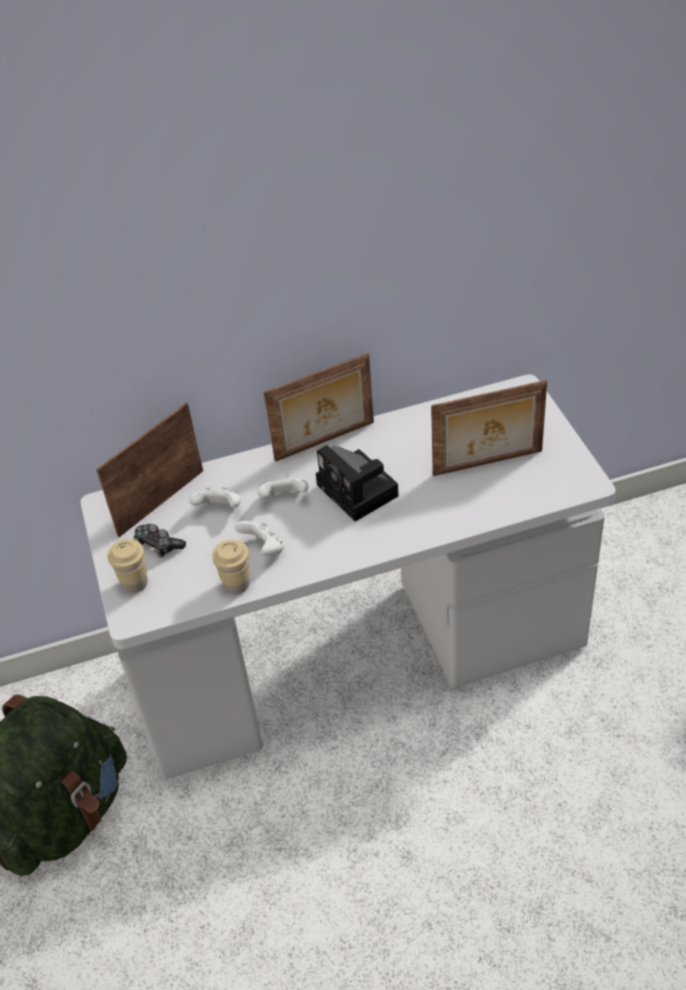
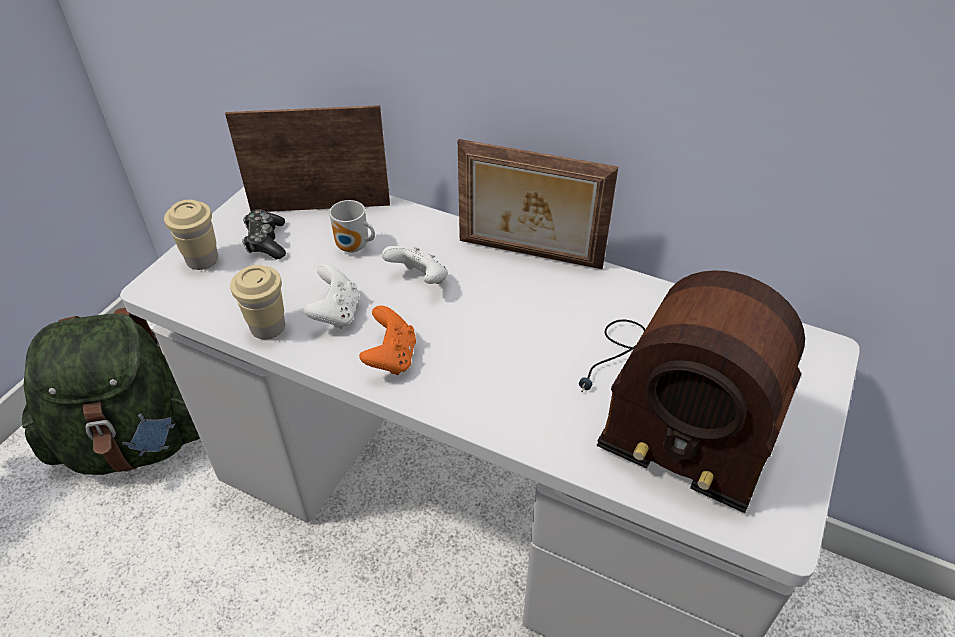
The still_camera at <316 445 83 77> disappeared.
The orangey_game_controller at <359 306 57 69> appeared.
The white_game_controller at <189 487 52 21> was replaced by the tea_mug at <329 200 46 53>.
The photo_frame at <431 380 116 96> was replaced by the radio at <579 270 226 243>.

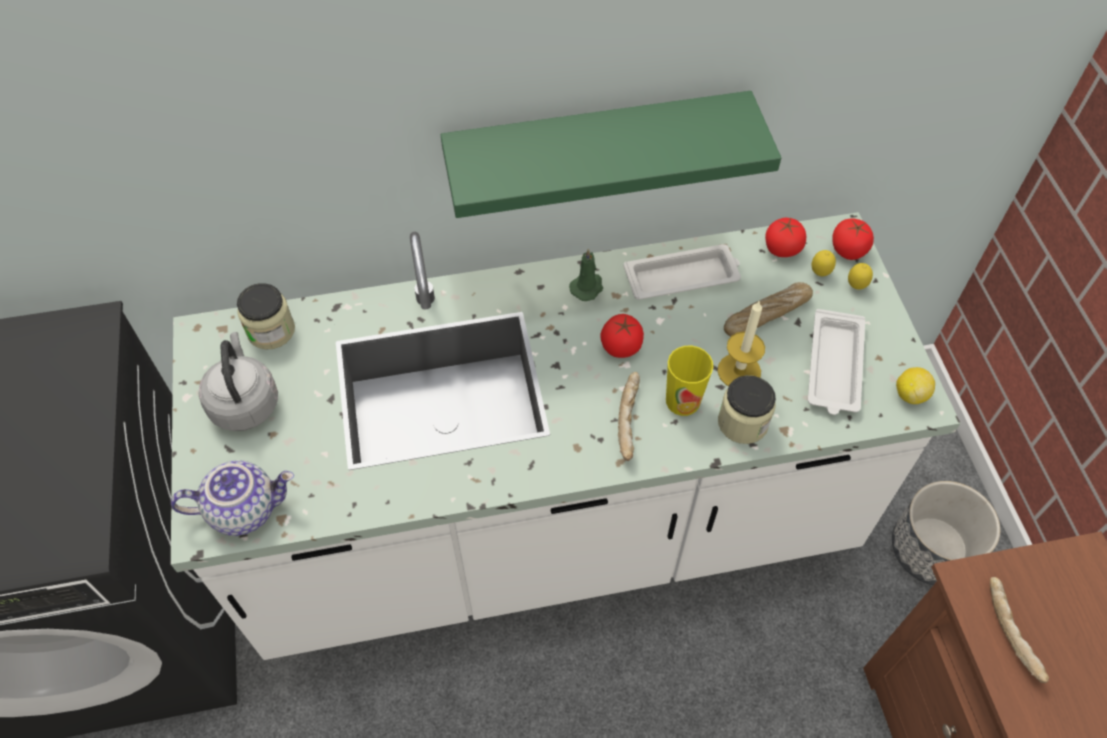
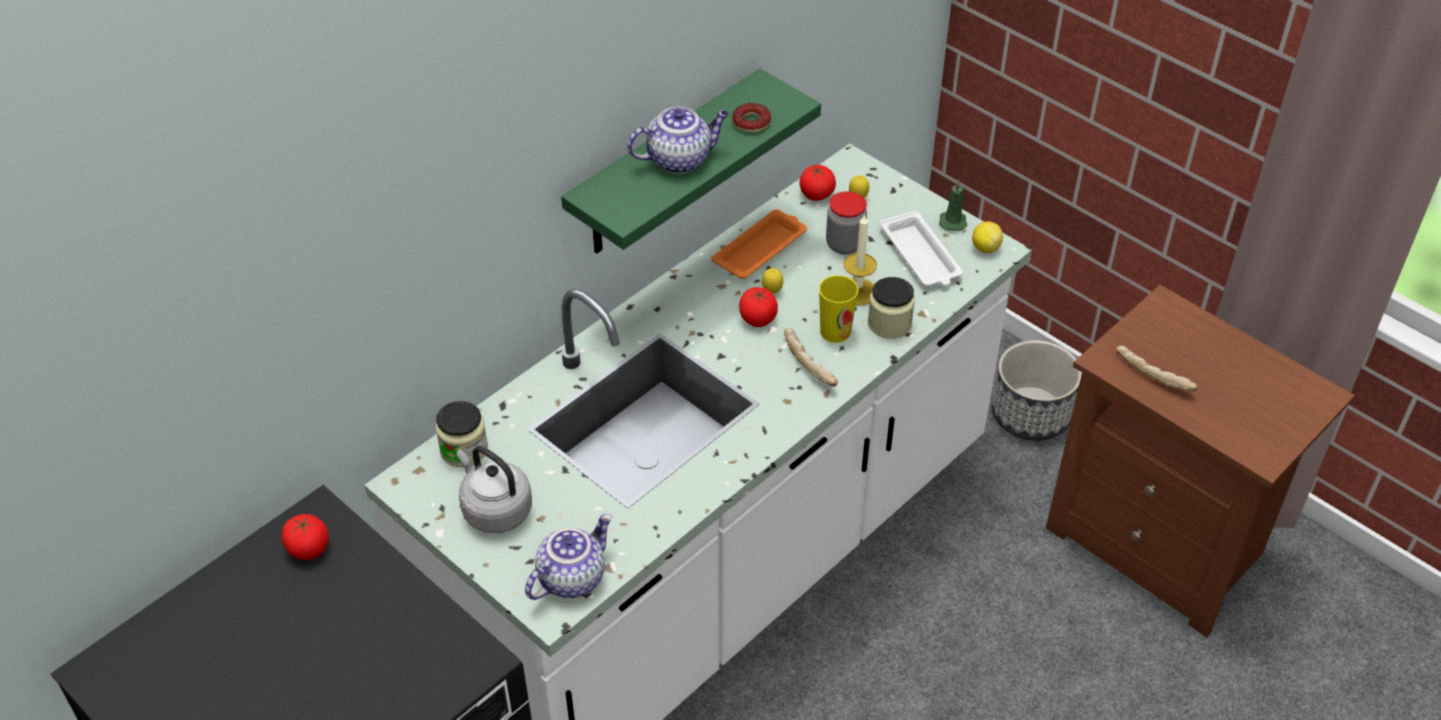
The pot_for_tea at <627 107 102 67> appeared.
The doughnut at <732 103 39 30> appeared.
The green_candle moved from <569 248 34 53> to <939 180 28 51>.
The fresh_tomato moved from <832 218 42 42> to <281 514 48 46>.
The whole_lemon moved from <848 263 25 26> to <762 268 21 25>.
The baked_bread at <724 282 89 55> was replaced by the preserve_jar at <826 191 41 64>.
The white_serving_tray at <624 244 117 56> became the orangey_serving_tray at <711 209 96 70>.

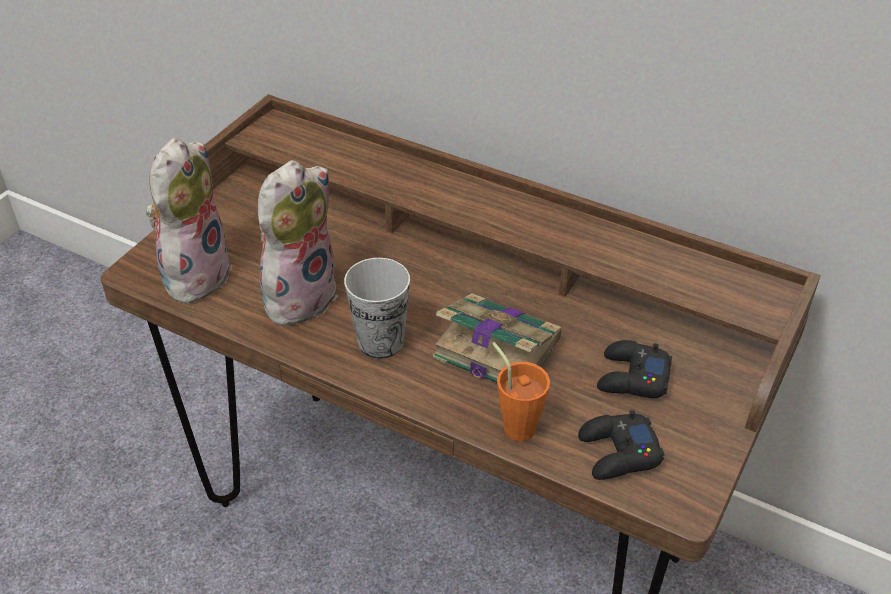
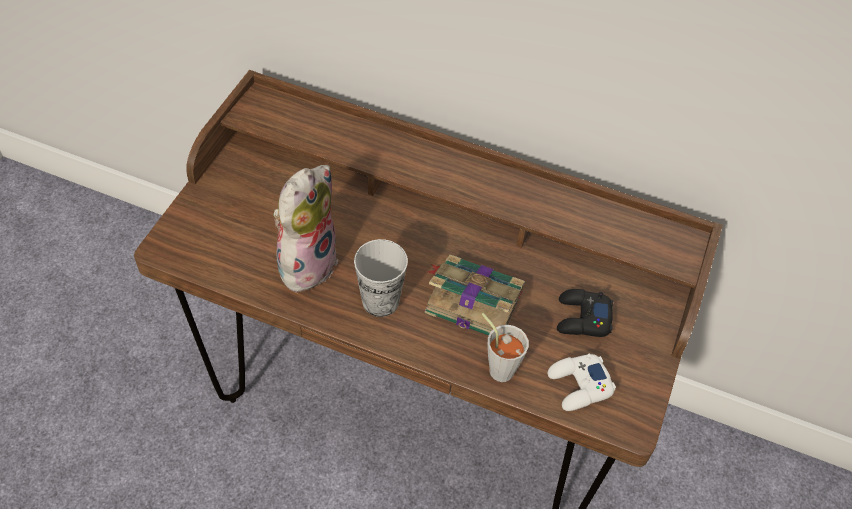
The plush_toy at <146 138 87 165> disappeared.
The orangey_cup at <492 342 58 99> became the gray_cup at <481 313 48 69>.
The black-coloured_game_controller at <578 410 87 70> became the white_game_controller at <548 354 68 57>.

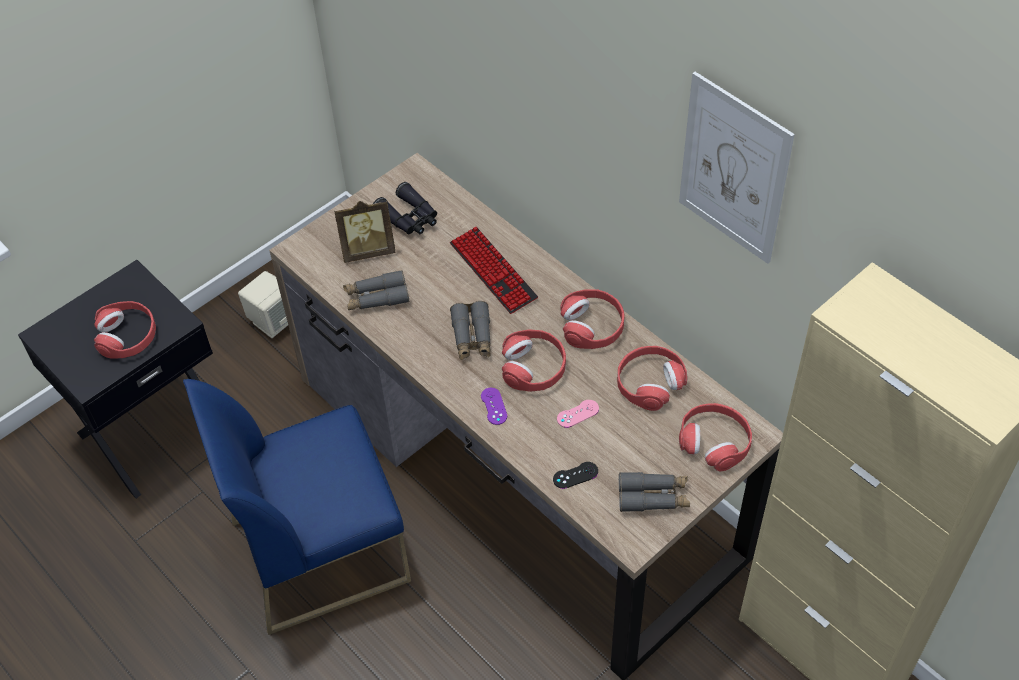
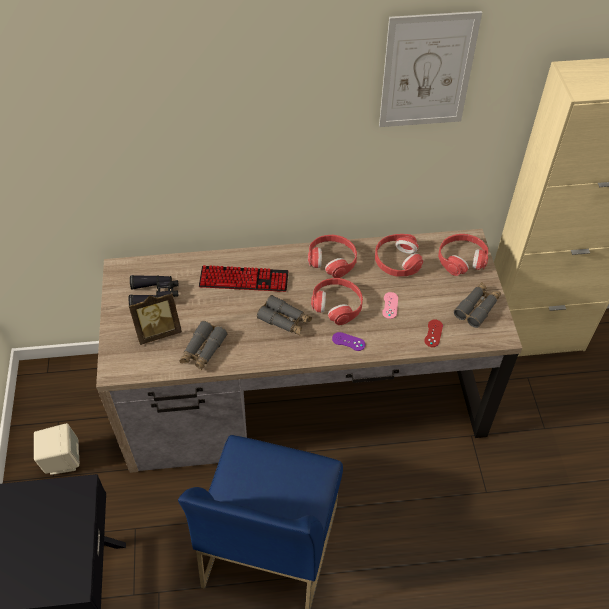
The red_headphones at <94 301 62 58> disappeared.
The black-coloured_game_controller at <553 462 45 27> became the red_game_controller at <424 319 19 28>.
The photo_frame at <334 201 62 62> turned 45 degrees clockwise.

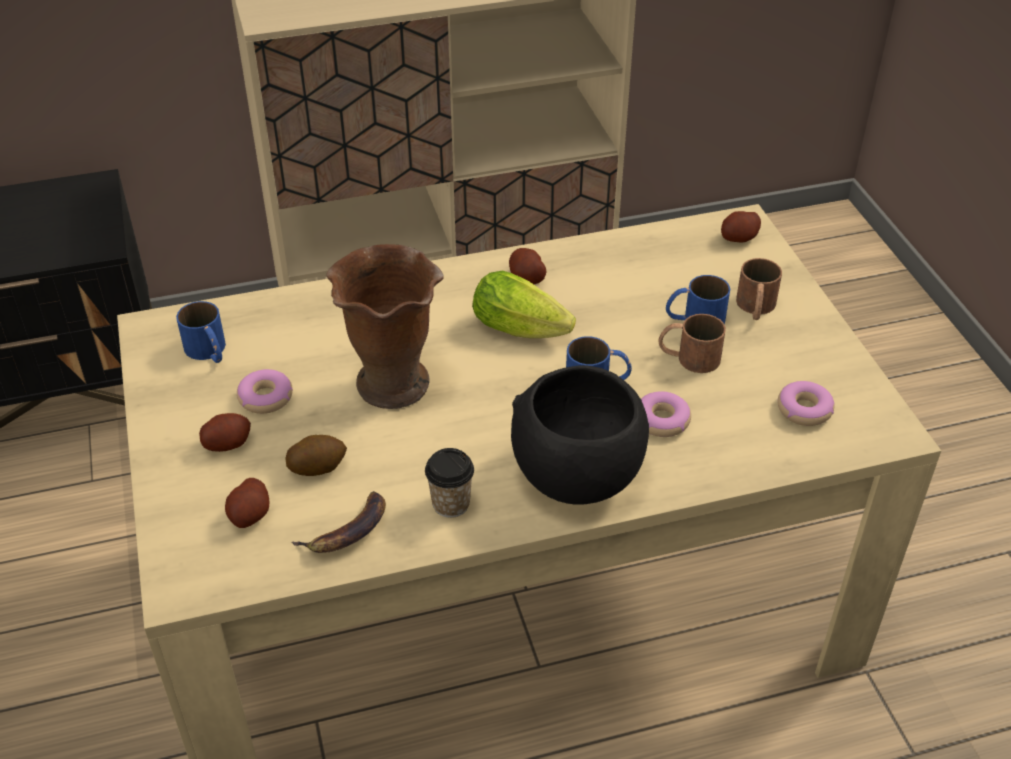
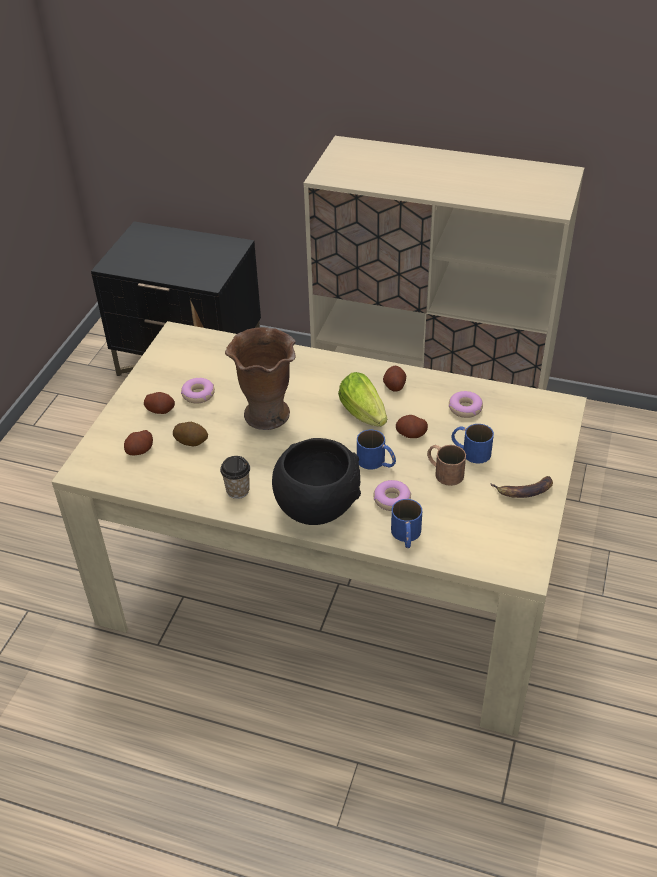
The brownish_tea_mug at <736 258 46 62> disappeared.
The blue_tea_mug moved from <176 301 50 62> to <391 499 31 49>.
The whole_banana moved from <292 491 94 62> to <490 476 63 22>.
The whole_potato moved from <721 211 40 32> to <396 415 32 23>.
The doughnut moved from <778 381 57 45> to <449 391 34 27>.

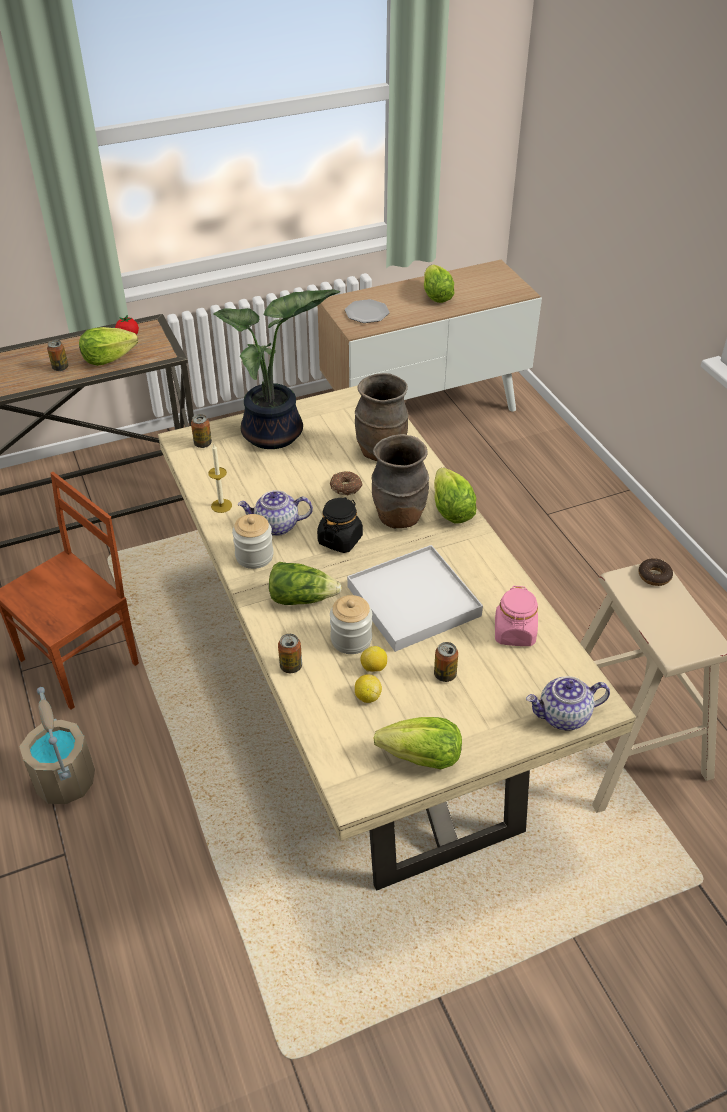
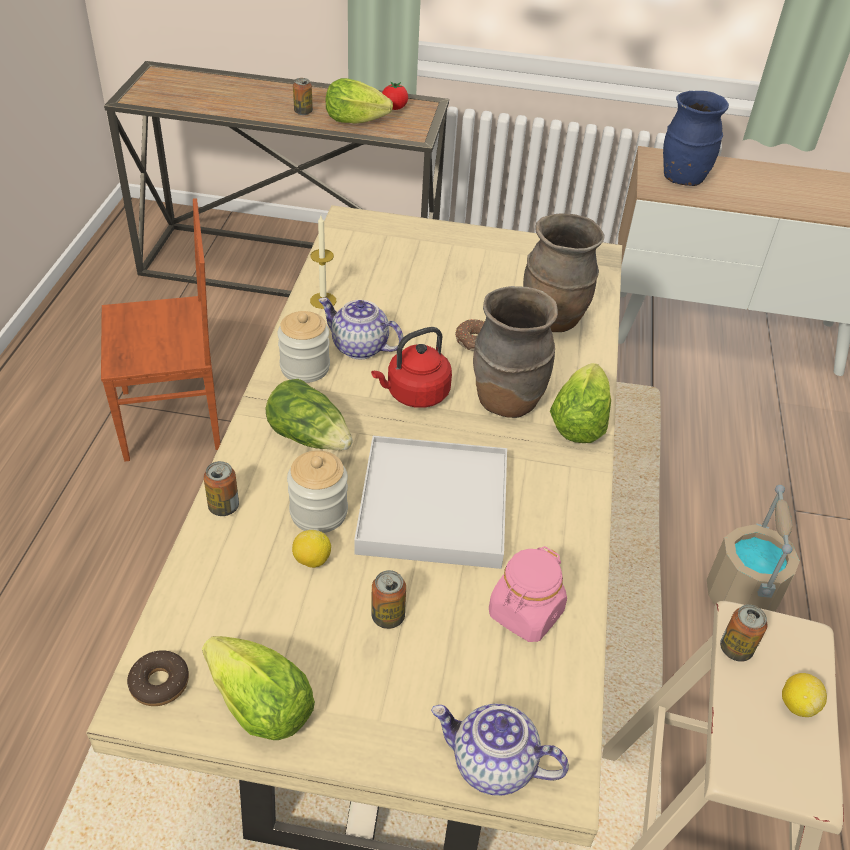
The potted_plant at <213 289 127 160> disappeared.
The lettuce_head at <424 265 30 38> disappeared.
The beige-coloured_water_bucket moved from <19 687 76 117> to <707 485 93 127>.
The can moved from <191 414 21 34> to <720 604 47 58>.
The whole_lemon moved from <355 675 27 28> to <782 673 45 44>.
The doughnut moved from <638 558 35 28> to <127 650 62 56>.
The black-coloured_preserve_jar at <317 497 46 56> was replaced by the red_tea_kettle at <371 327 81 81>.
The dinner_plate at <345 299 45 24> was replaced by the blue_vase at <663 91 66 95>.

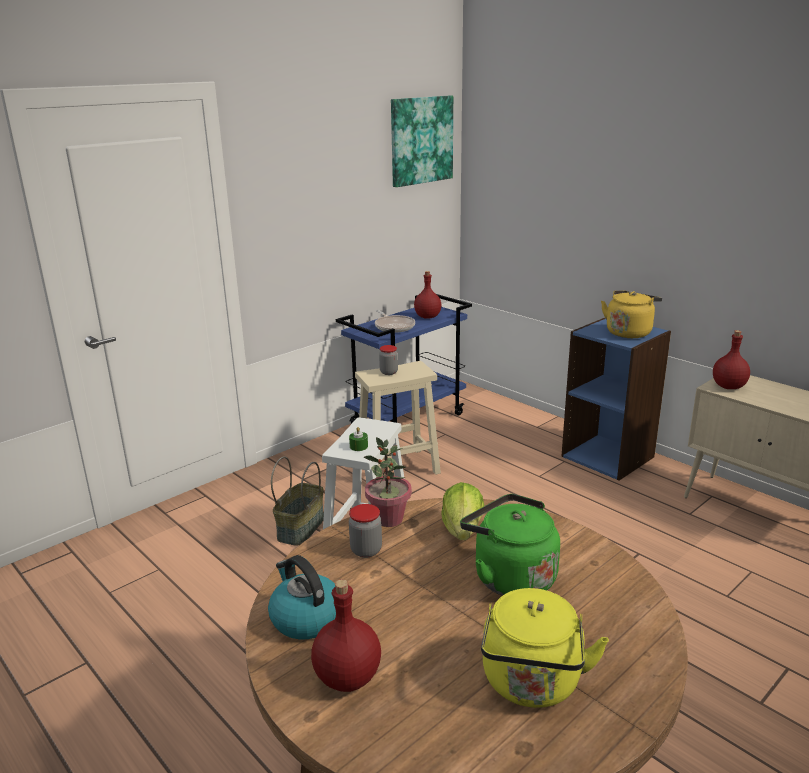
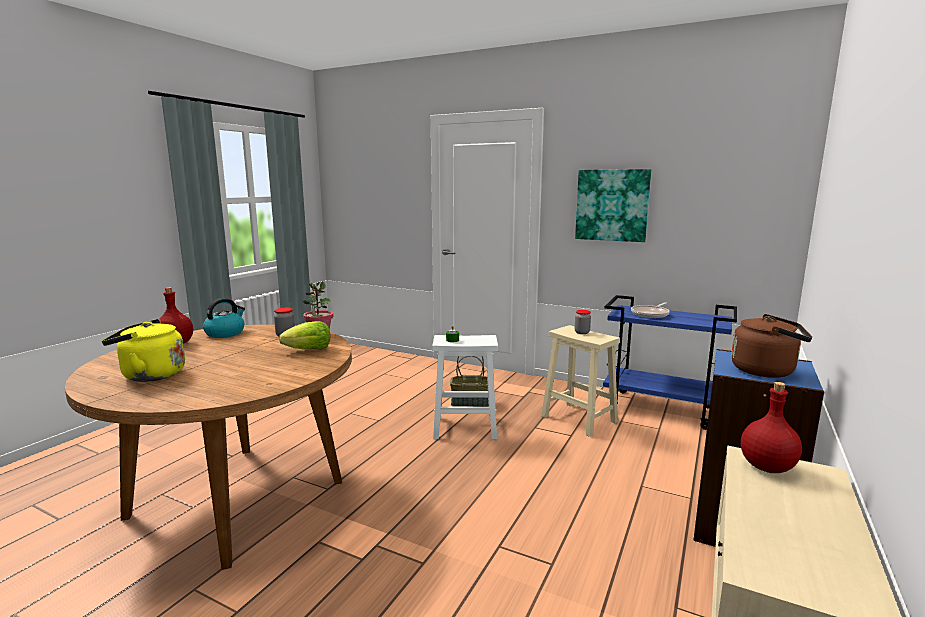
The red_bottle at <414 271 27 48> disappeared.
The green_tea_kettle at <460 494 100 102> disappeared.
The wall_picture moved from <391 96 62 91> to <575 169 76 73>.
The yellowish_tea_kettle at <601 290 61 48> became the brownish_tea_kettle at <731 314 81 64>.

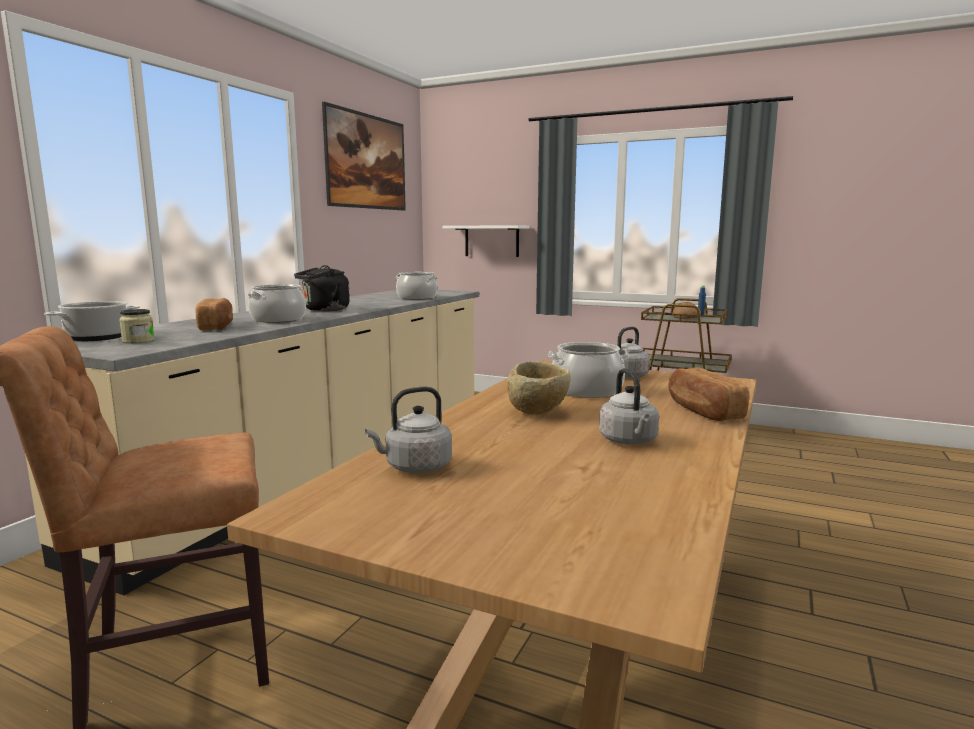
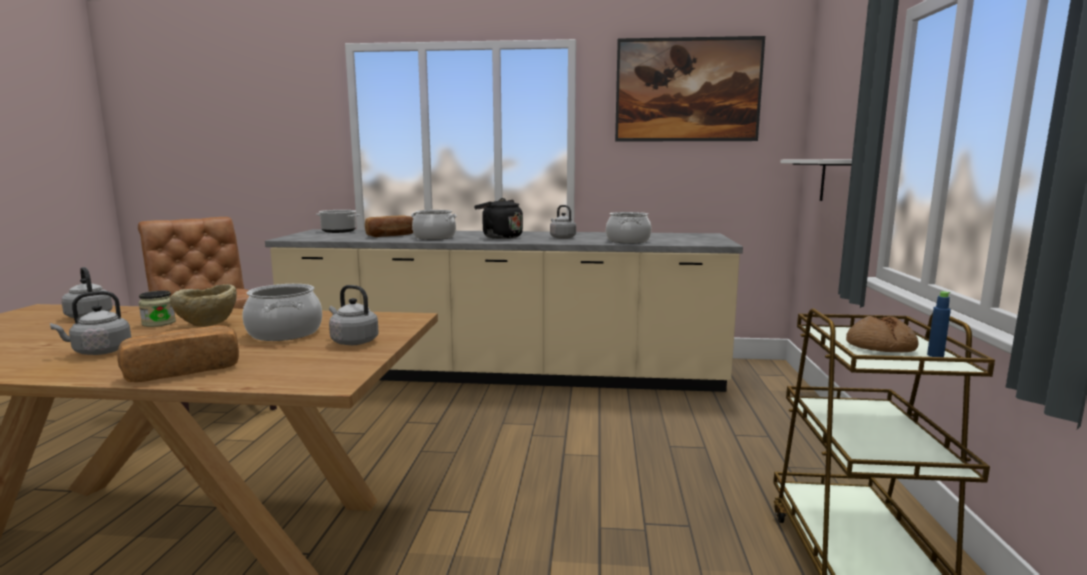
The gray_tea_kettle at <550 205 26 34> appeared.
The preserve_jar moved from <119 309 36 35> to <139 291 37 36>.

